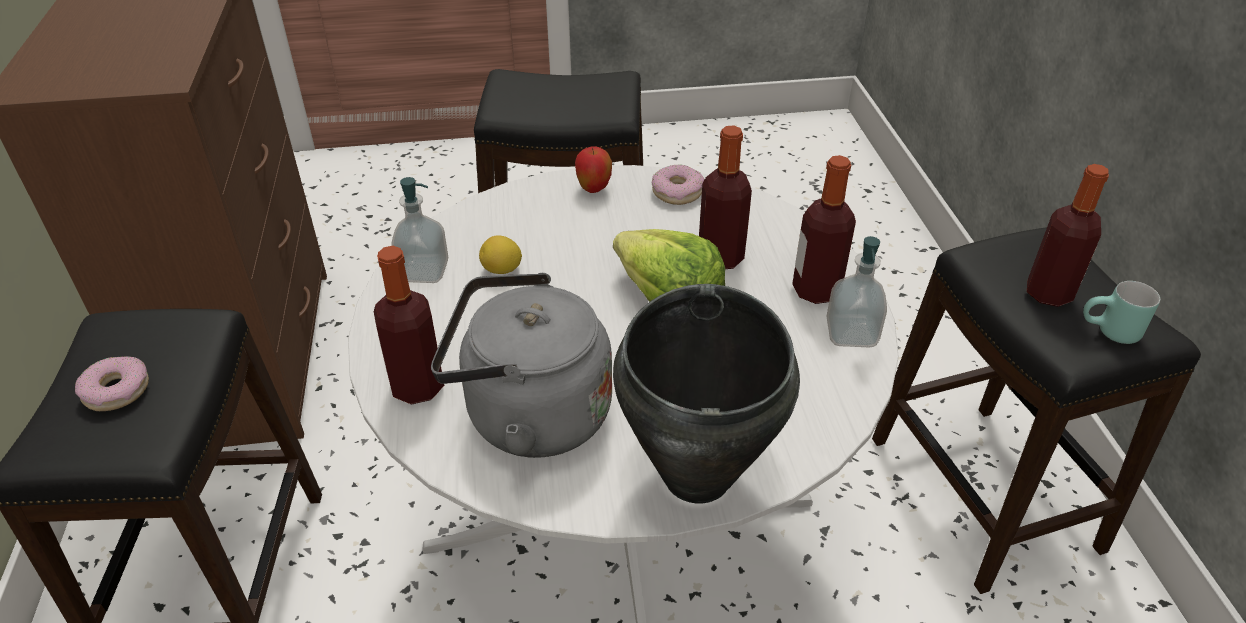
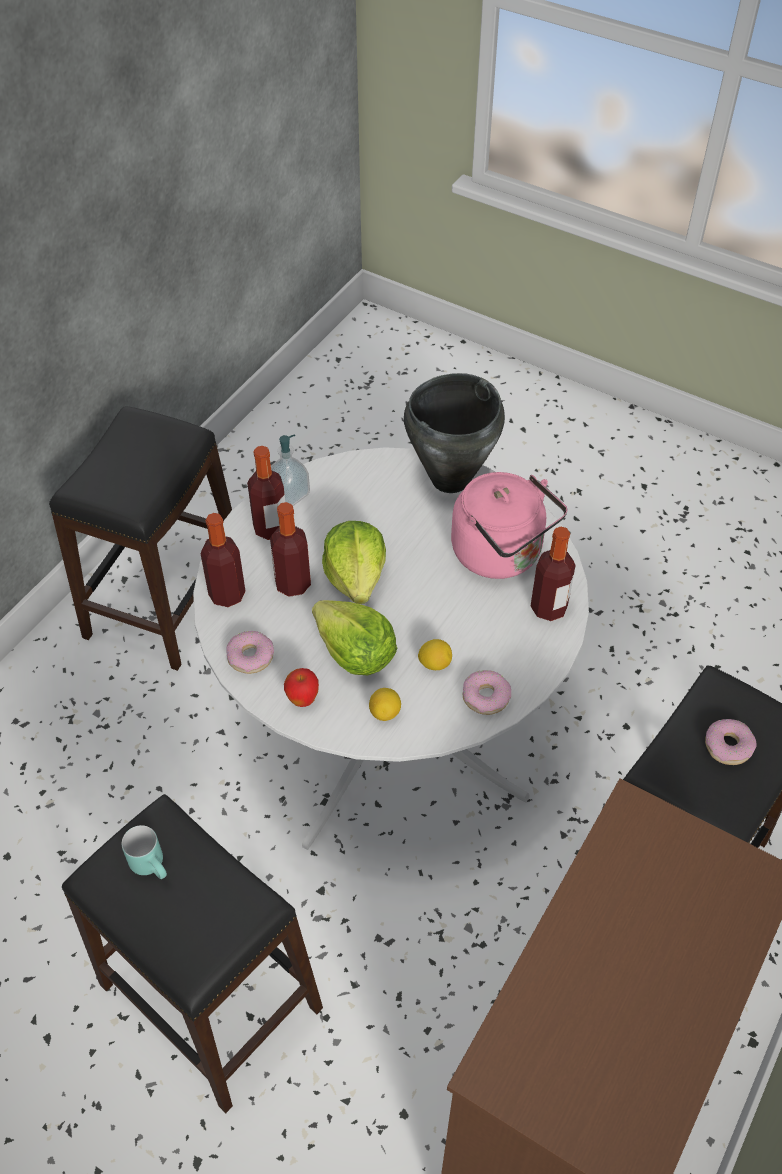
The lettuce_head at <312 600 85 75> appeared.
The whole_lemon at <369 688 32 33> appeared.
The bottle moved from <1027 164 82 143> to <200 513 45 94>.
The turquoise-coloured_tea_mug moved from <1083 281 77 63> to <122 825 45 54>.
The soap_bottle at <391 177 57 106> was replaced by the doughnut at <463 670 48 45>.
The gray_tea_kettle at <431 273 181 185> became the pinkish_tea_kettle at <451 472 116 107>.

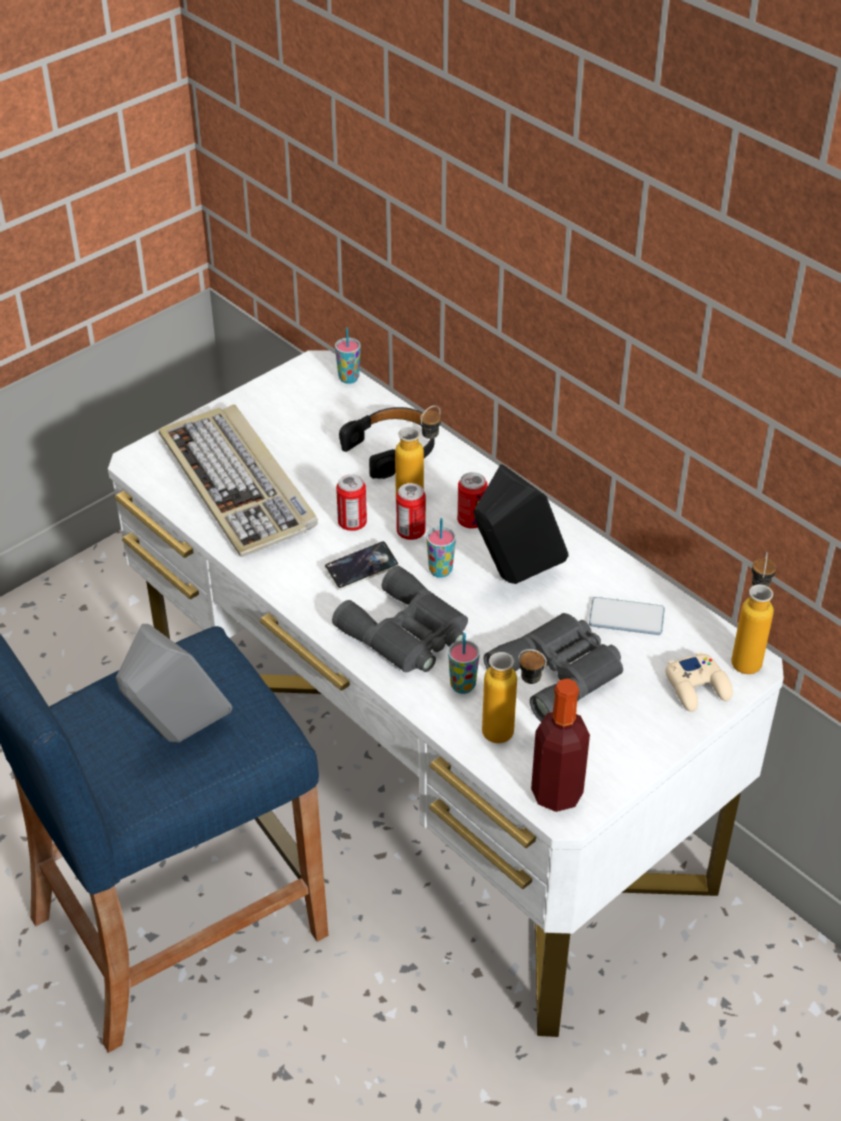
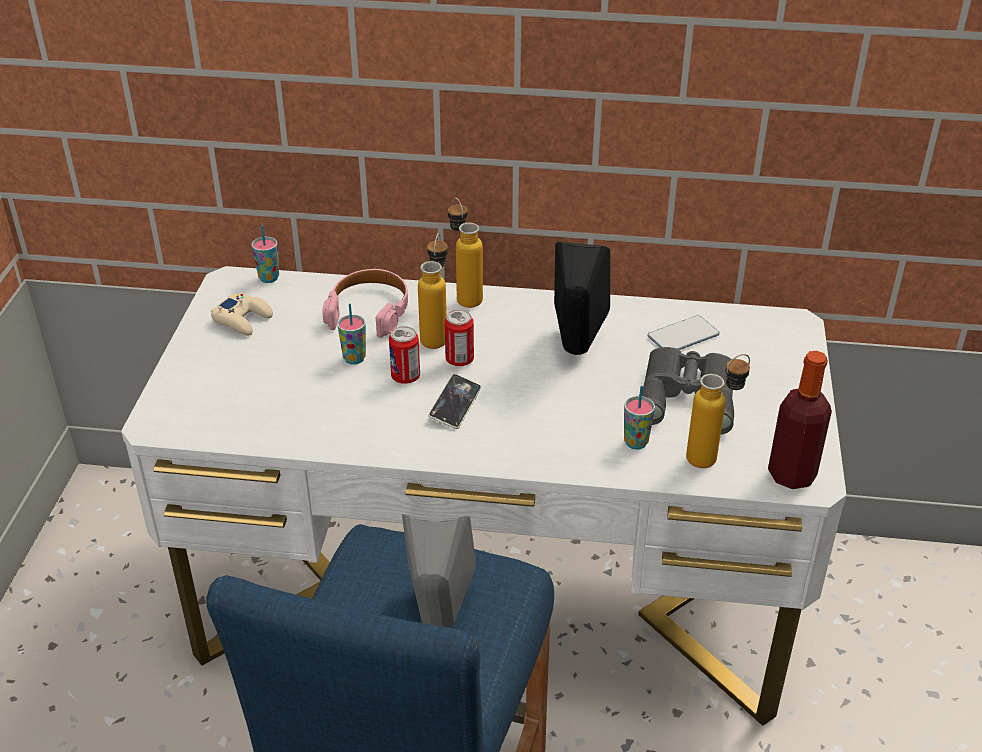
The computer_keyboard at <159 404 159 153> disappeared.
The gray_pair_of_binoculars at <332 566 136 107> disappeared.
The can at <457 472 31 57> disappeared.
The cup moved from <426 518 30 60> to <337 304 29 61>.
The beige-coloured_game_controller moved from <665 652 68 60> to <211 293 62 43>.
The bottle moved from <731 552 45 122> to <448 197 35 111>.
The black-coloured_headphones at <339 407 96 72> became the pinkish_headphones at <322 269 86 69>.

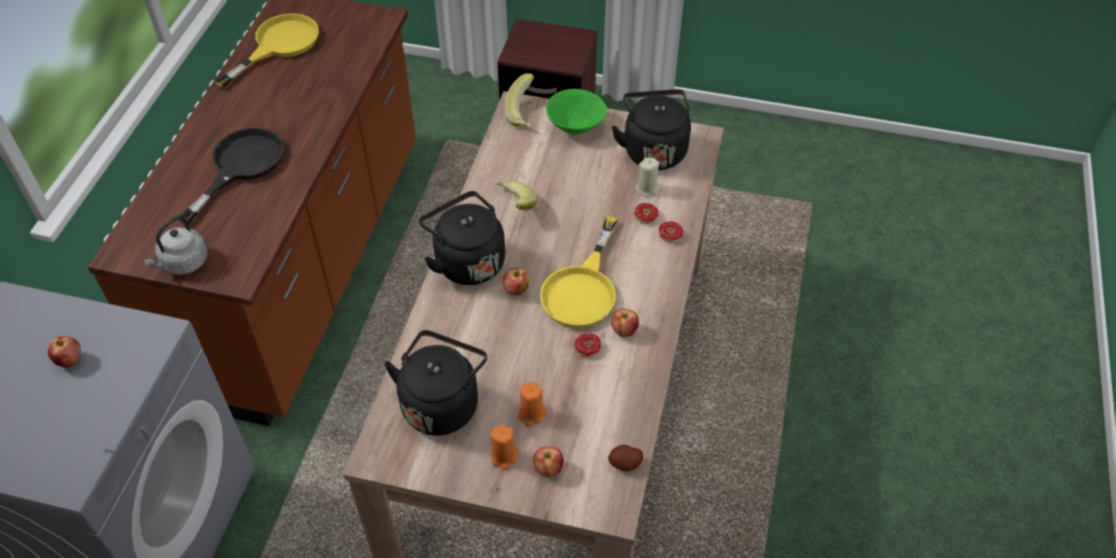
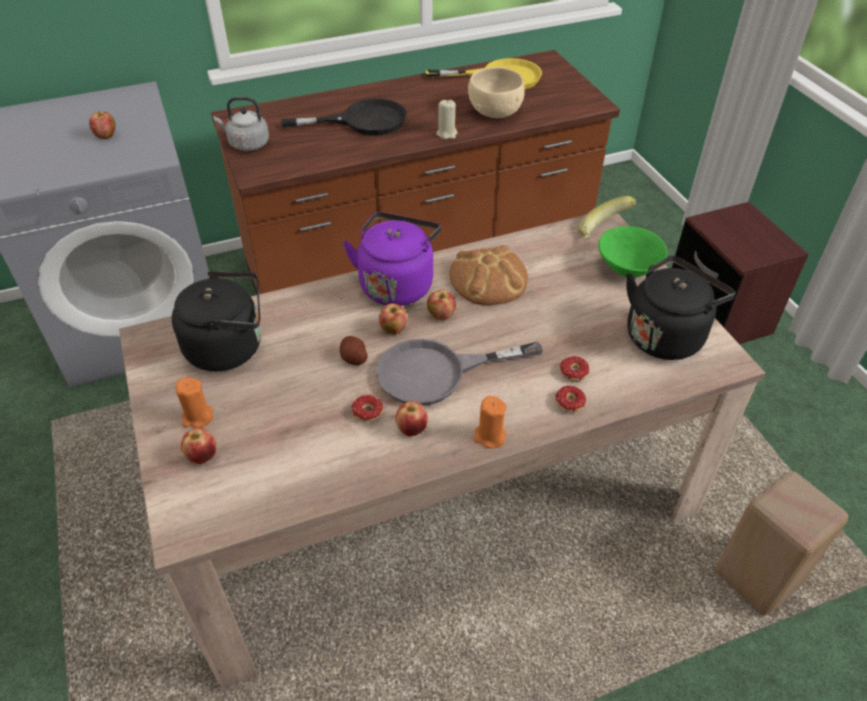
The whole_apple at <427 290 29 30> appeared.
The beige-coloured_bowl at <468 67 57 51> appeared.
The beige-coloured_sitting_stool at <715 471 133 145> appeared.
The orangey_candle moved from <518 382 29 45> to <474 396 33 52>.
The whole_potato moved from <608 445 35 26> to <340 336 28 29>.
The beige-coloured_candle moved from <635 158 26 38> to <436 99 22 40>.
The whole_banana at <495 180 42 31> was replaced by the baked_bread at <449 245 79 60>.
The black-coloured_tea_kettle at <419 191 86 94> became the purplish_tea_kettle at <343 212 98 94>.
The yellowish_skillet at <540 216 78 112> became the gray_skillet at <376 339 167 67>.

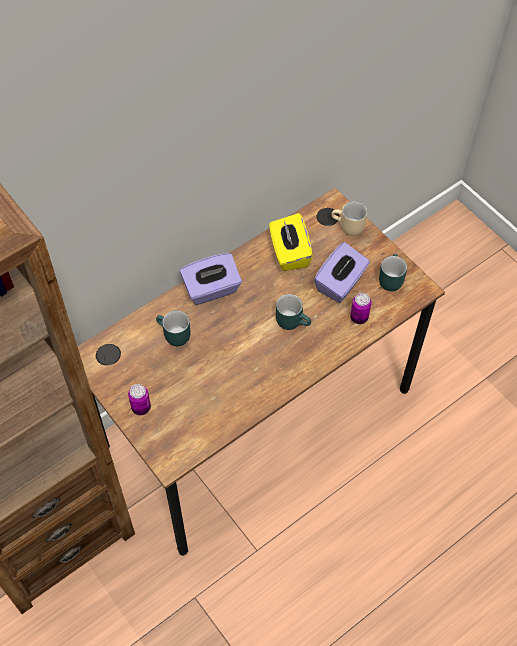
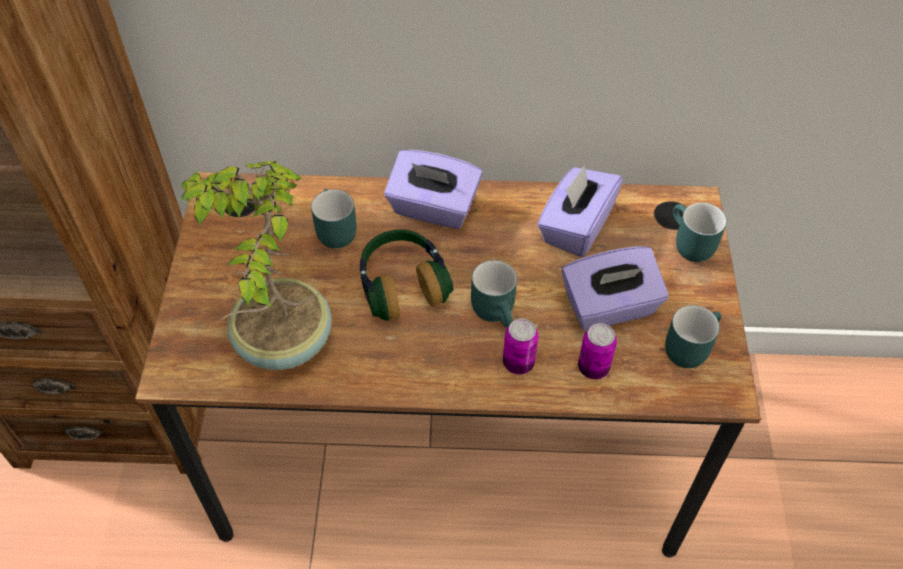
The potted_plant at <179 161 153 209> appeared.
The headphones at <360 230 93 91> appeared.
The can moved from <128 384 23 31> to <503 318 35 56>.
The yellowish_tissue_holder at <269 213 44 58> became the purplish_tissue_holder at <538 165 85 92>.
The beige-coloured_tea_mug at <331 201 36 35> became the turquoise-coloured_tea_mug at <673 202 54 60>.

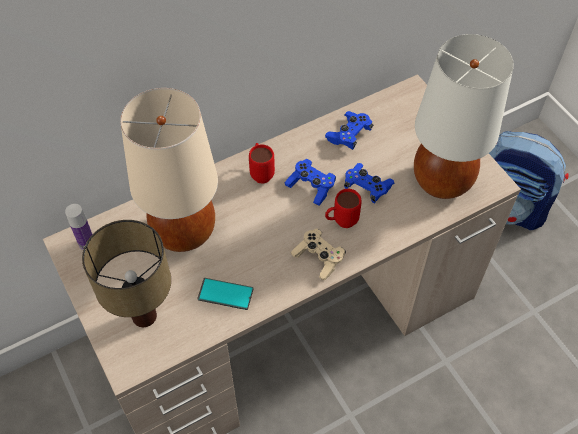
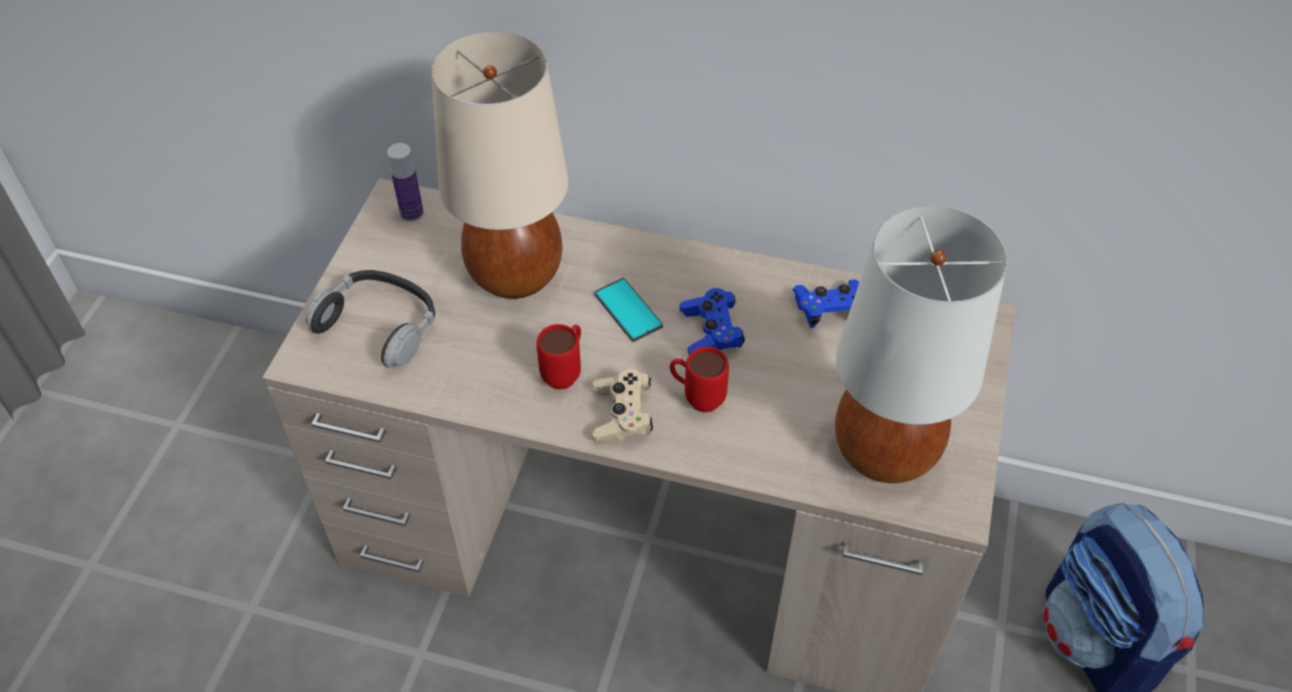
The blue_game_controller at <344 163 50 40> disappeared.
The phone moved from <197 278 56 32> to <594 278 69 64>.
The red_tea_mug moved from <249 143 26 41> to <537 324 44 66>.
The tabletop_lamp at <82 220 89 107> was replaced by the headphones at <305 270 130 98>.

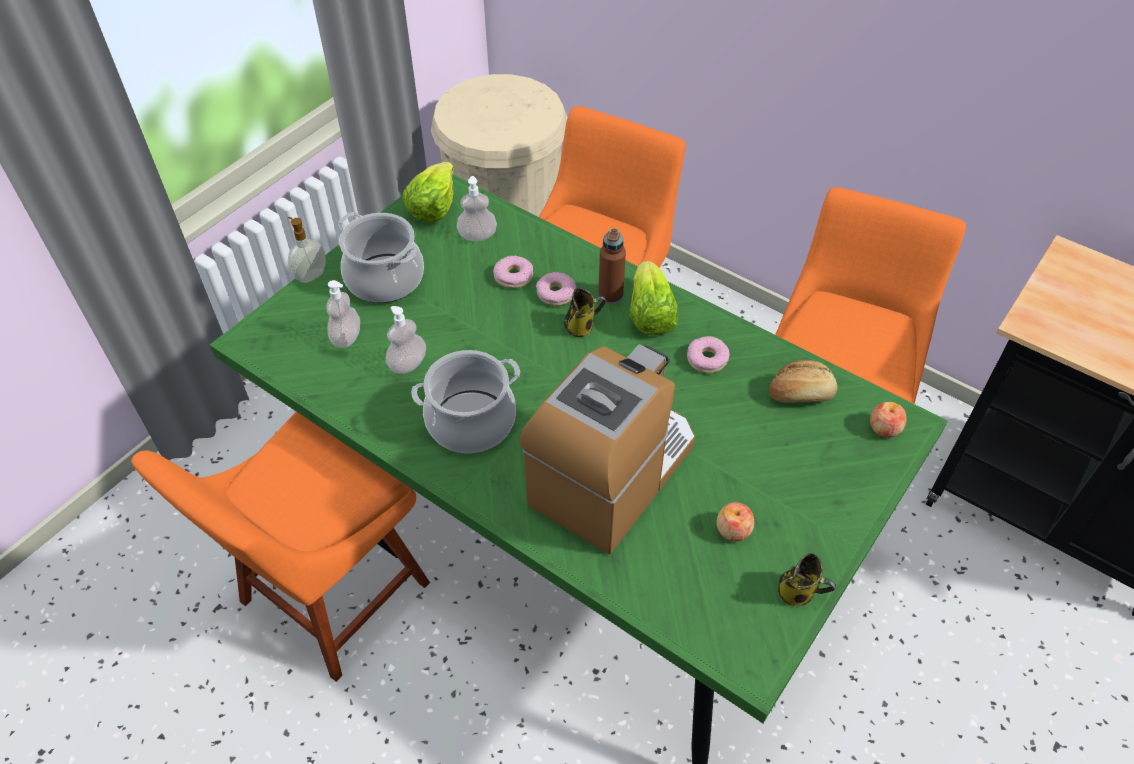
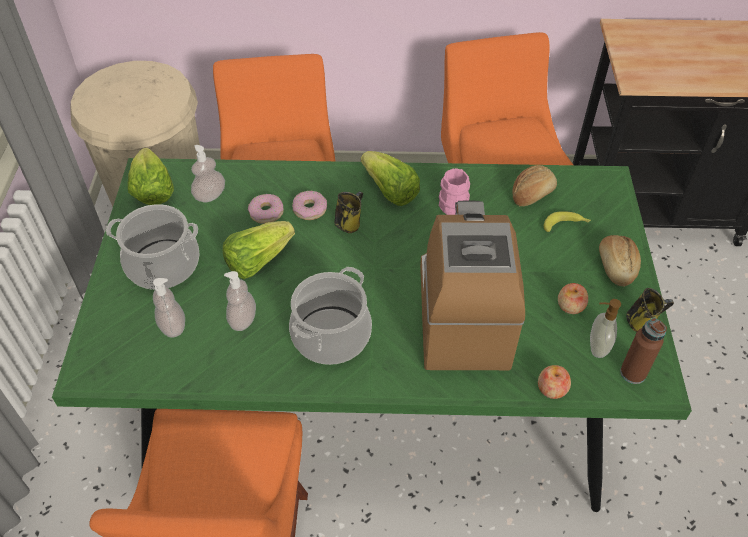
The lettuce_head at <223 221 72 58> appeared.
The whole_banana at <544 211 47 21> appeared.
The baked_bread at <599 235 42 52> appeared.
The soap_bottle moved from <288 217 38 66> to <590 299 31 59>.
The brownish_bottle moved from <598 228 28 76> to <620 318 47 66>.
The whole_apple moved from <870 402 36 36> to <538 365 33 34>.
The doughnut at <687 336 42 37> was replaced by the pinkish_tea_mug at <439 168 31 47>.

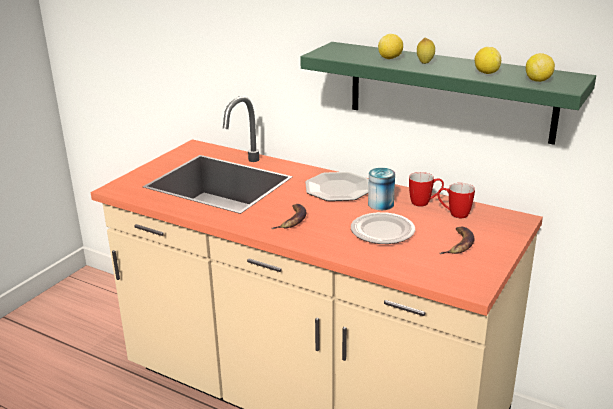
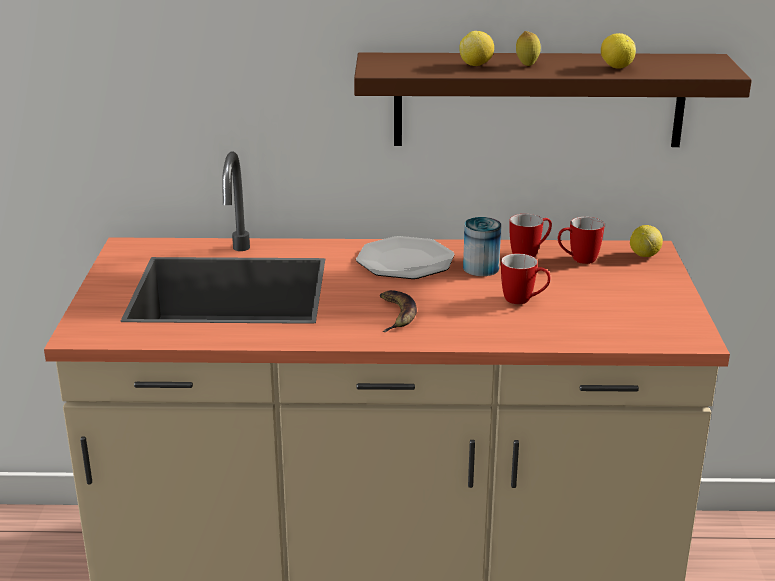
The whole_banana at <439 227 36 27> disappeared.
The whole_lemon moved from <526 53 29 29> to <630 225 33 32>.
The dinner_plate at <351 212 64 32> was replaced by the tea_mug at <501 254 50 51>.
The green_shelf at <300 42 296 103> became the brownish_shelf at <354 53 398 94>.

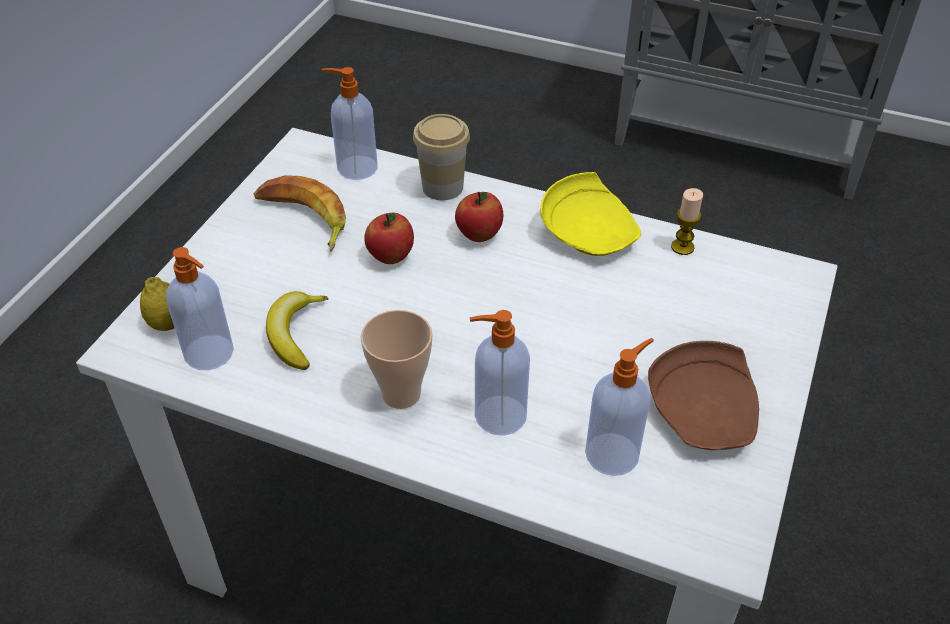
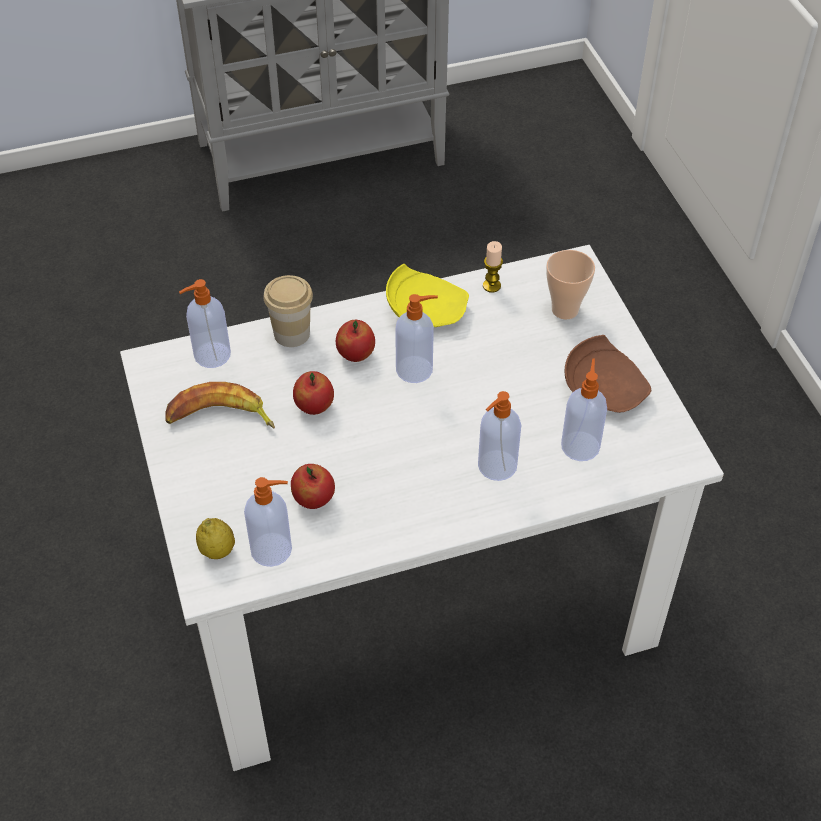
The soap_bottle at <395 294 43 89> appeared.
The cup moved from <361 310 72 99> to <546 250 49 70>.
The whole_banana at <266 291 63 79> was replaced by the whole_apple at <291 464 44 45>.

